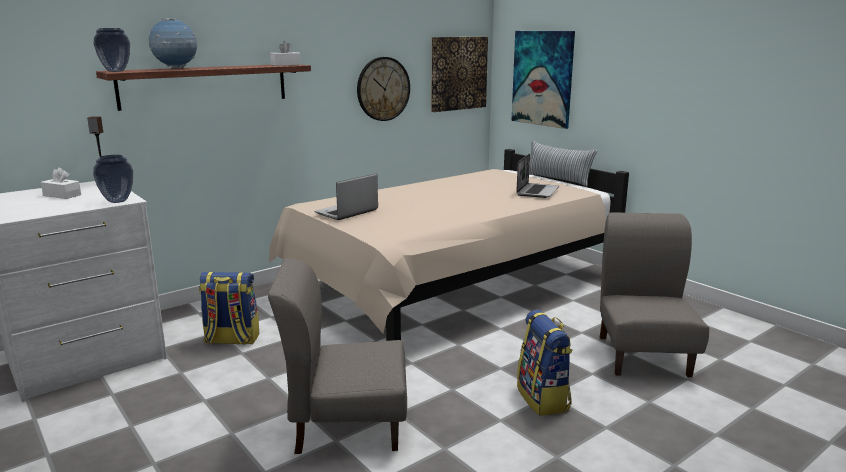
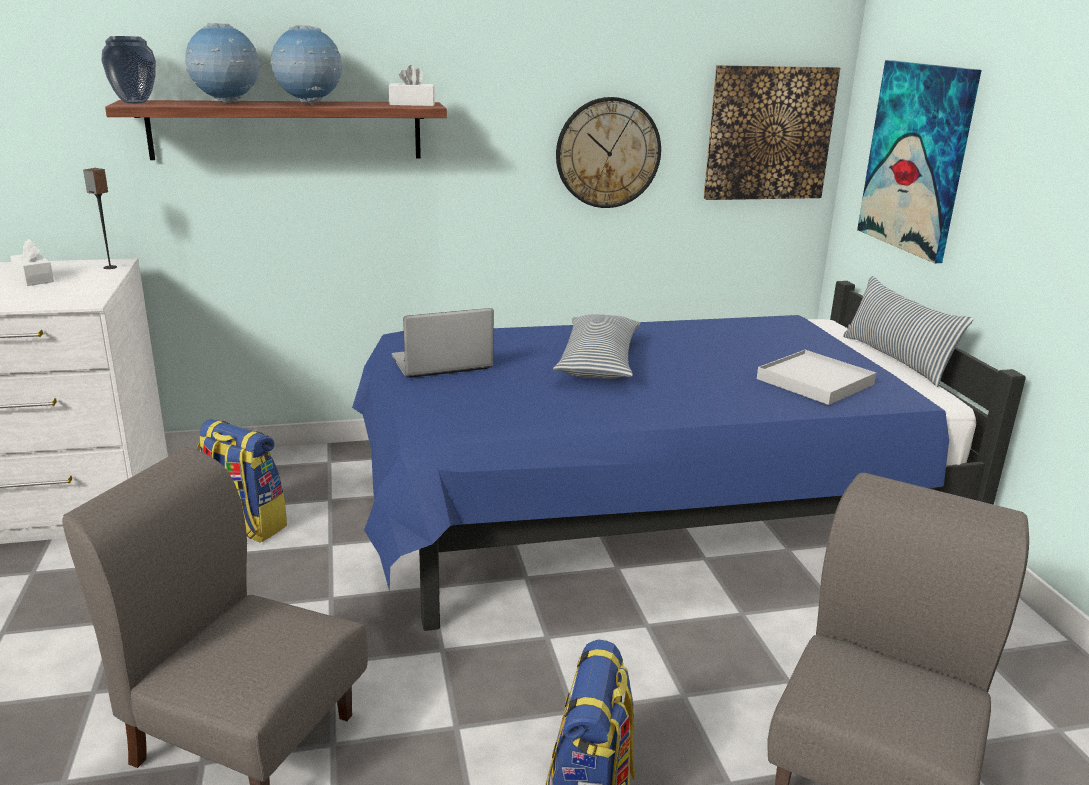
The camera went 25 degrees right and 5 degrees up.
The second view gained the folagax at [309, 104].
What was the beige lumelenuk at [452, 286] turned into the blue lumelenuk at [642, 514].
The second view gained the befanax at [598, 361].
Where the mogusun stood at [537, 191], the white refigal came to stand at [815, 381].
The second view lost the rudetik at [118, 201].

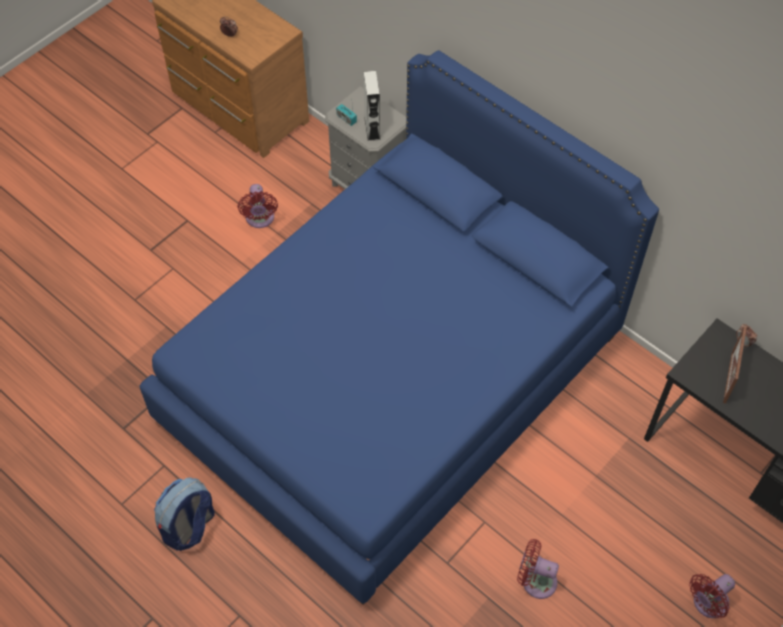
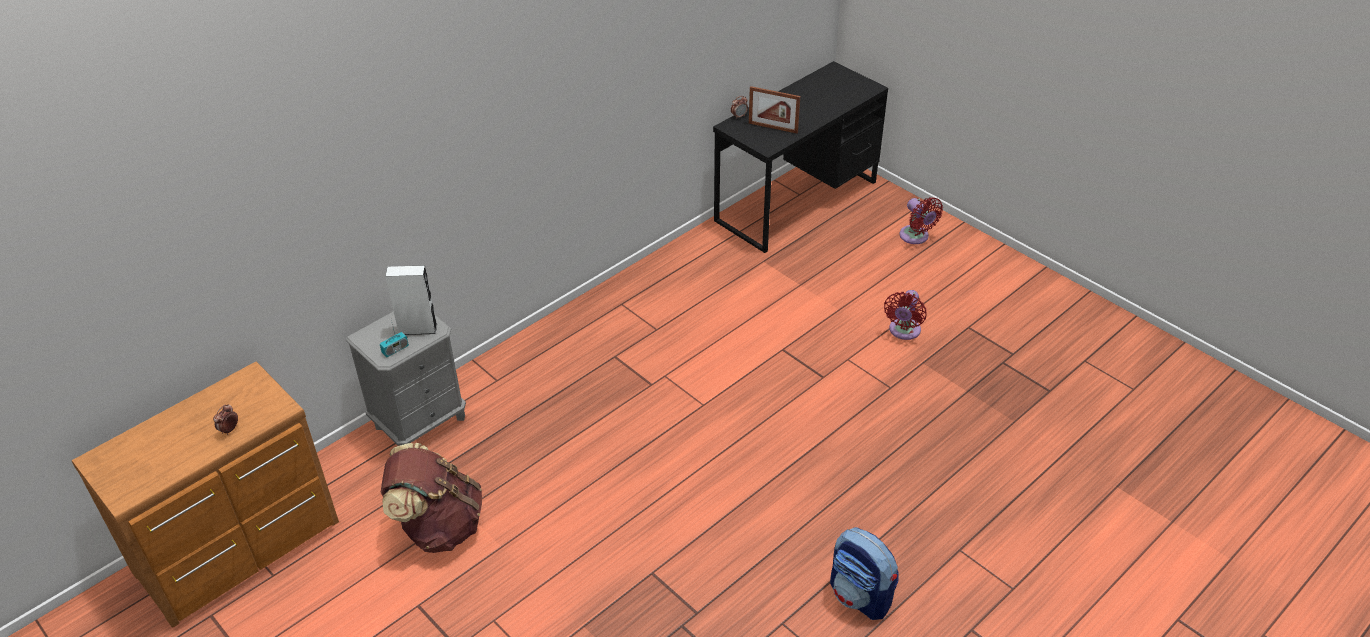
The camera went 85 degrees left and 15 degrees down.
Where the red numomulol stood at [260, 219], the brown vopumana came to stand at [439, 526].
The second view lost the blue lumelenuk at [391, 379].

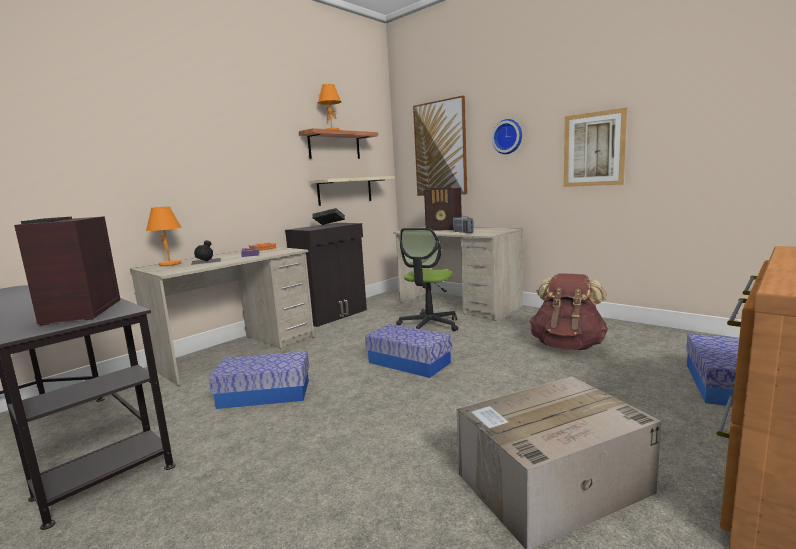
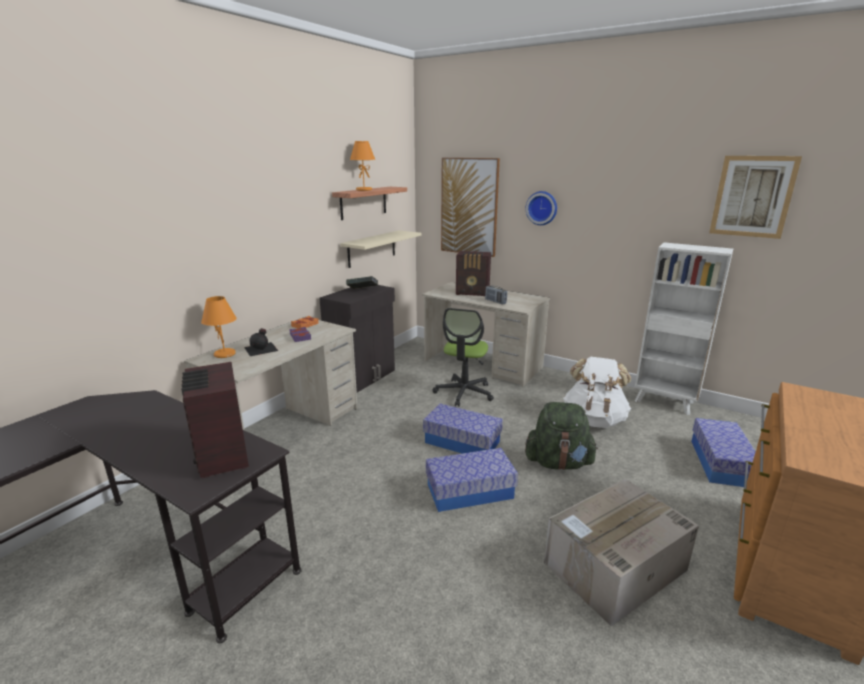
The camera went 10 degrees left and 10 degrees up.
The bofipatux ended up elsewhere, having gone from [265, 394] to [470, 491].
The second view gained the green vopumana at [558, 463].
What was the brown vopumana at [567, 346] turned into the white vopumana at [594, 420].
The second view gained the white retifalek at [665, 402].
The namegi ended up elsewhere, having gone from [594, 149] to [752, 196].

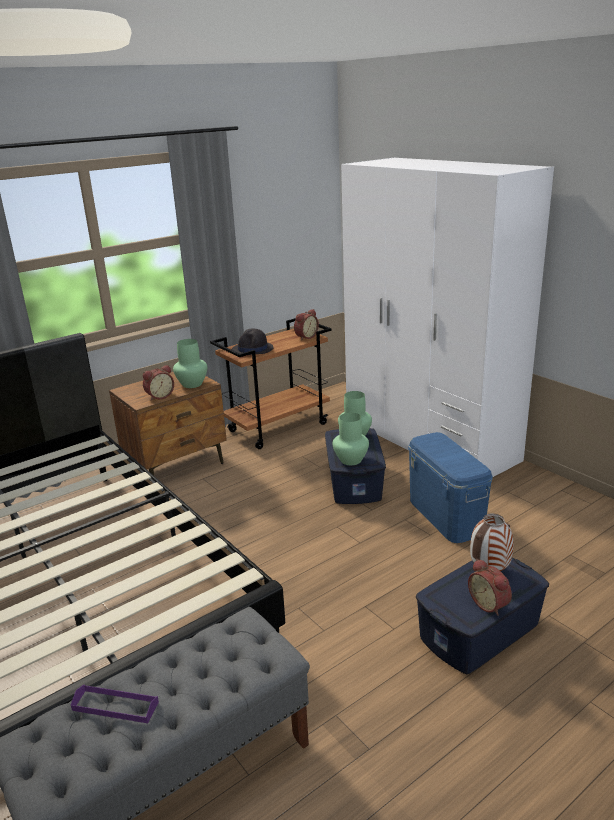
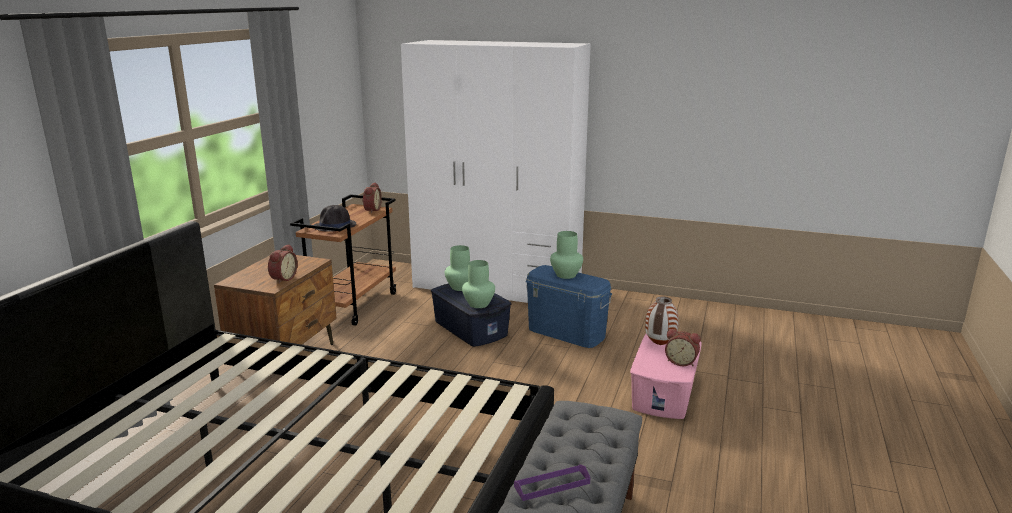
The camera went 35 degrees left and 5 degrees down.
The green rudetik ended up elsewhere, having gone from [192, 384] to [566, 275].
What was the blue bofipatux at [480, 631] turned into the pink bofipatux at [664, 393].

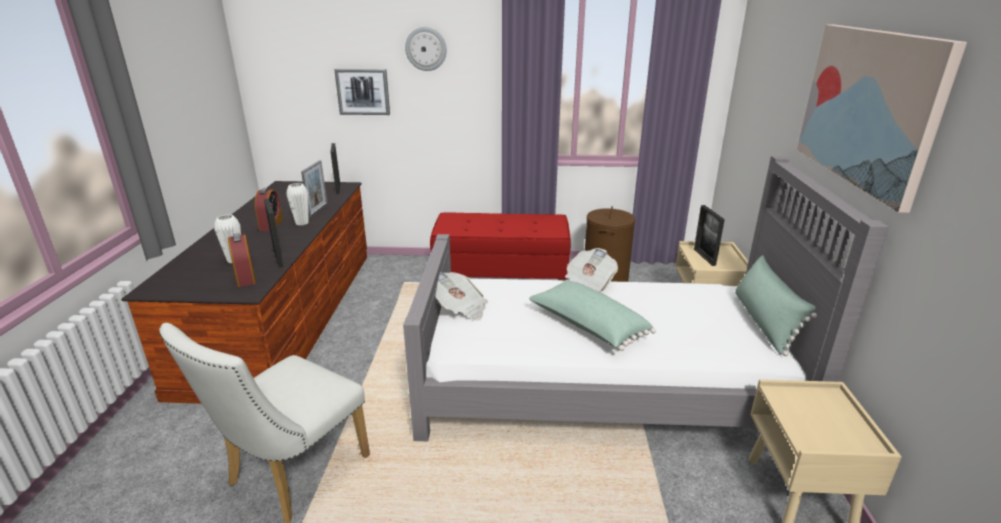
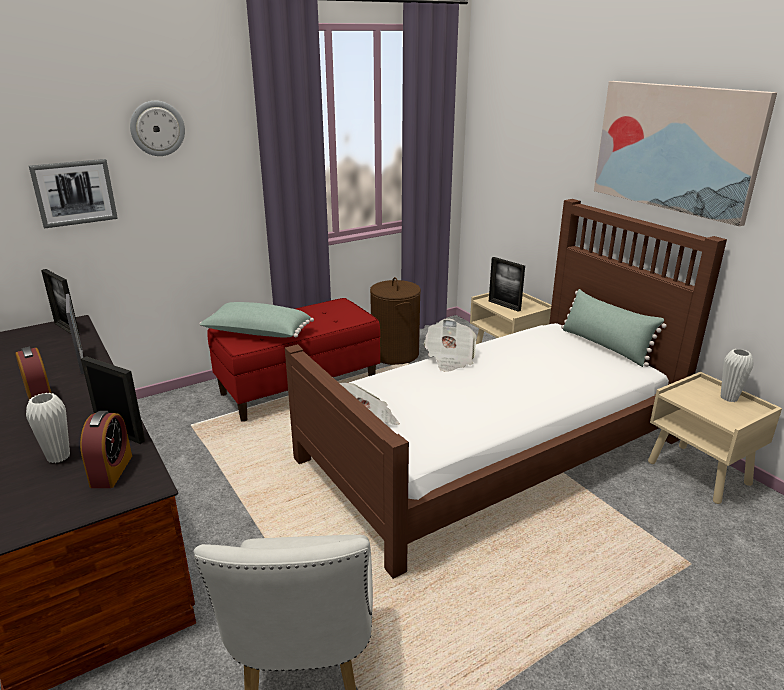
The camera went 35 degrees left and 0 degrees up.
The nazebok at [245, 277] ended up facing another way, 60 degrees clockwise from before.
The green befanax ended up elsewhere, having gone from [587, 327] to [257, 334].
What was the grey lumelenuk at [601, 382] turned into the brown lumelenuk at [492, 449].
The white rudetik ended up elsewhere, having gone from [302, 223] to [729, 398].

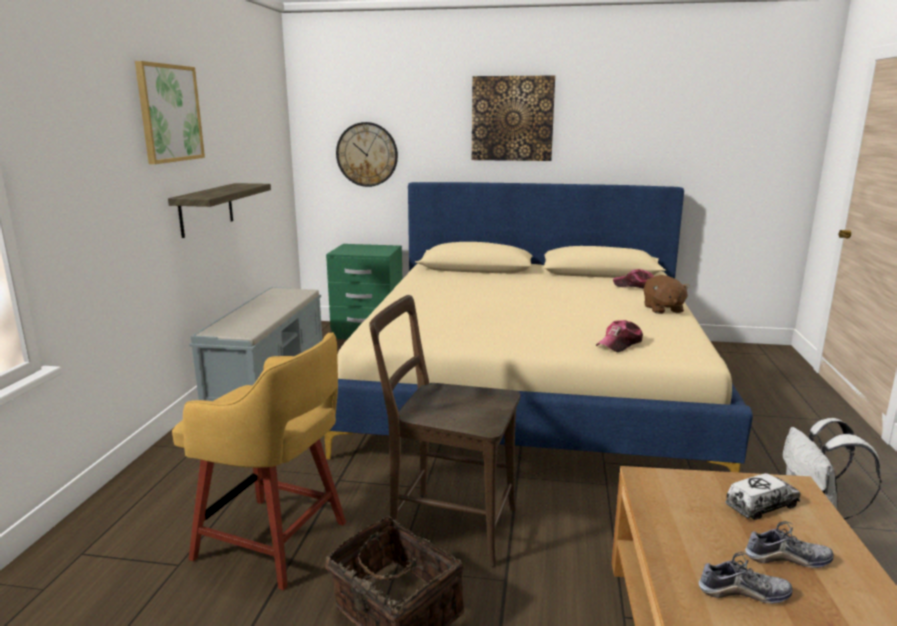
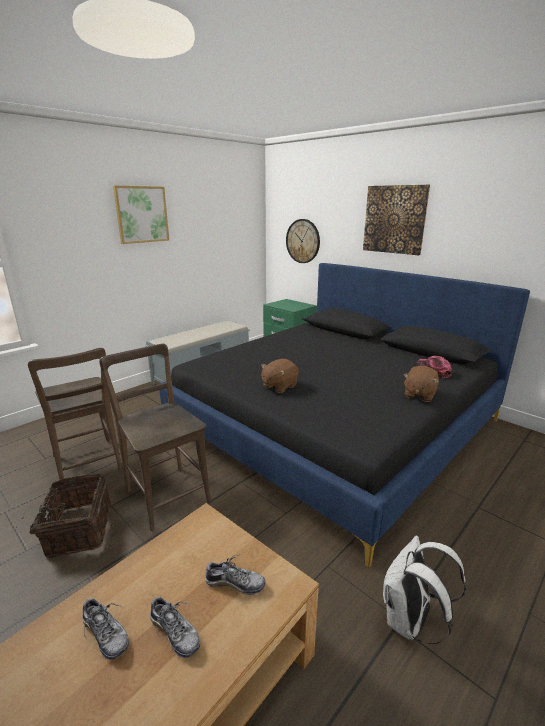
The camera went 35 degrees right and 5 degrees up.
Where the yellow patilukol stood at [274, 542], the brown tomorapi came to stand at [88, 464].
What was the beige lumelenuk at [530, 387] turned into the black lumelenuk at [334, 424].
Where the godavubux stood at [761, 506], the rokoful came to stand at [235, 583].
The second view gained the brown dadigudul at [279, 386].
The second view lost the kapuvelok at [206, 209].
The second view lost the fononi at [619, 344].

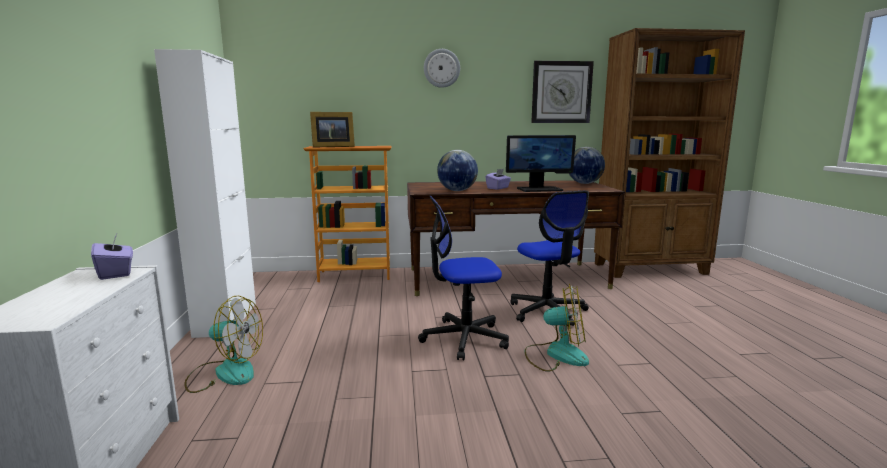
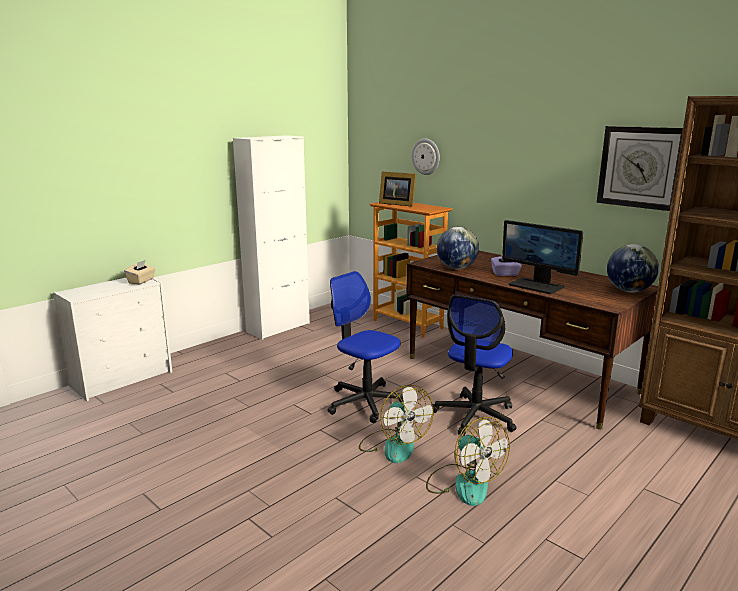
The camera went 50 degrees right and 5 degrees up.
What was the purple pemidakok at [116, 273] turned into the beige pemidakok at [141, 281].
The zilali ended up elsewhere, having gone from [441, 68] to [426, 156].
The numomulol ended up elsewhere, having gone from [225, 373] to [463, 483].

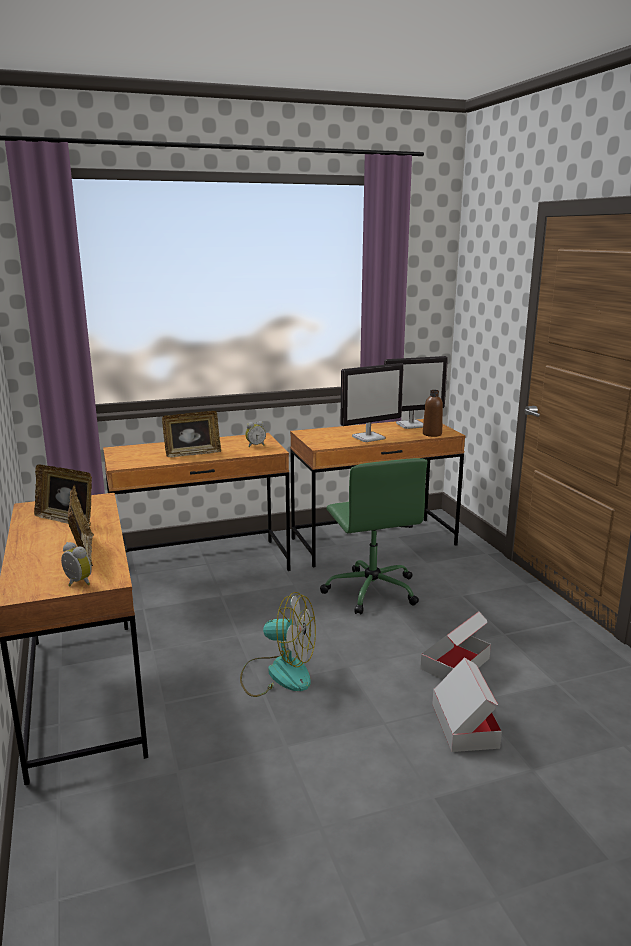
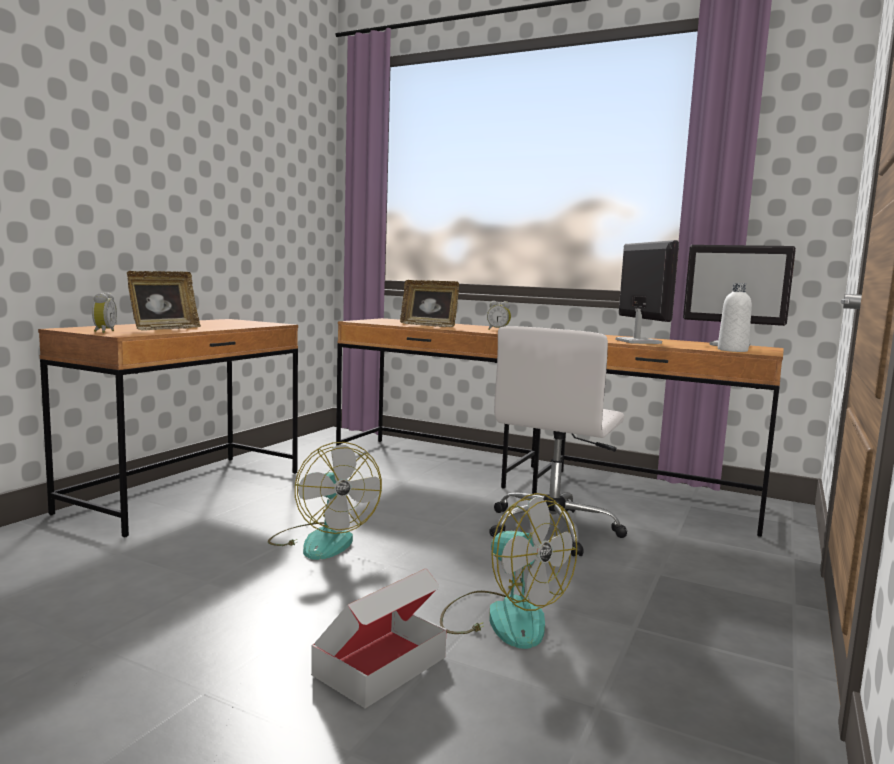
The camera went 45 degrees right and 10 degrees down.
Where the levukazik stood at [455, 663], the numomulol came to stand at [503, 617].
What was the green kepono at [371, 590] turned into the white kepono at [553, 529].
The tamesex at [369, 437] ended up facing another way, 120 degrees counterclockwise from before.
What was the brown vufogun at [432, 434] turned into the white vufogun at [732, 350].
The second view lost the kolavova at [67, 520].

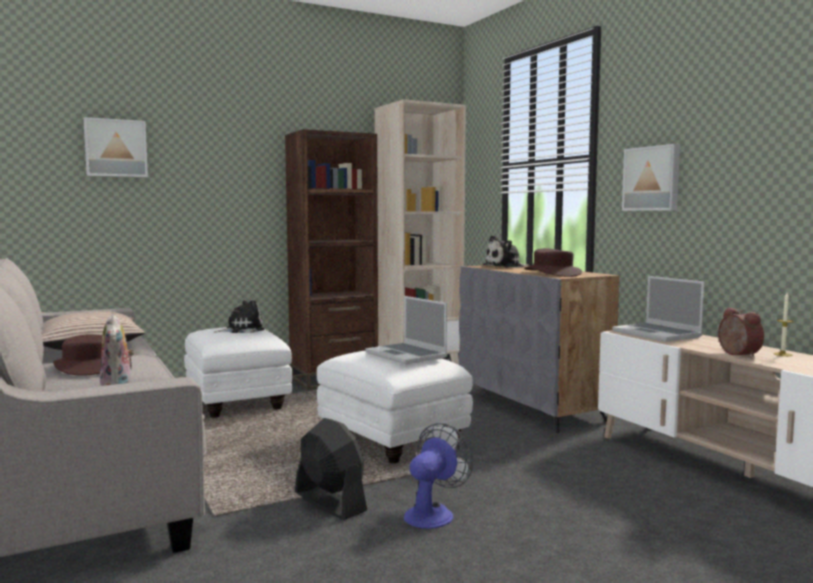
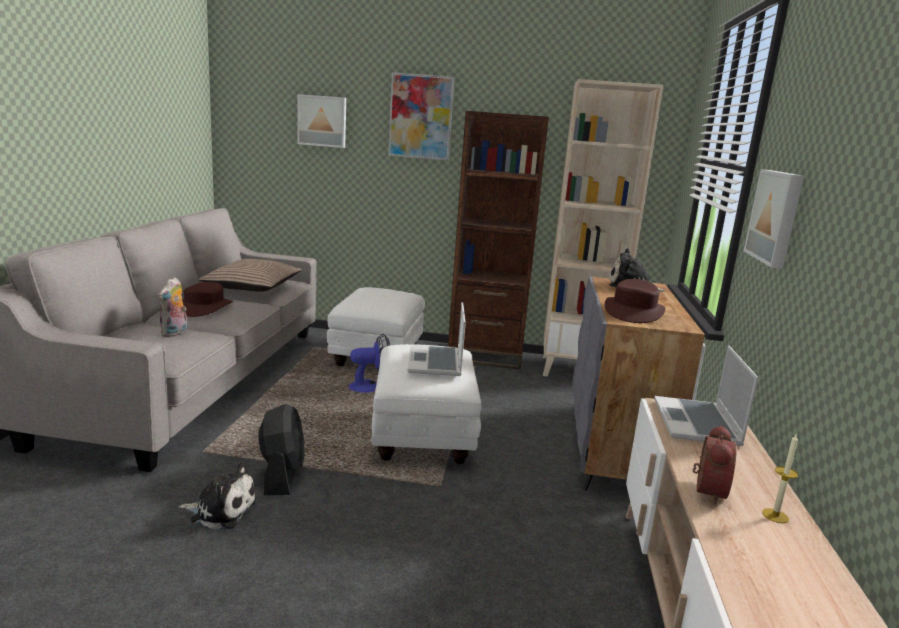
The camera went 35 degrees right and 10 degrees up.
The dadigudul ended up elsewhere, having gone from [242, 330] to [221, 510].
The numomulol ended up elsewhere, having gone from [433, 513] to [370, 387].
The second view gained the namegi at [420, 117].

